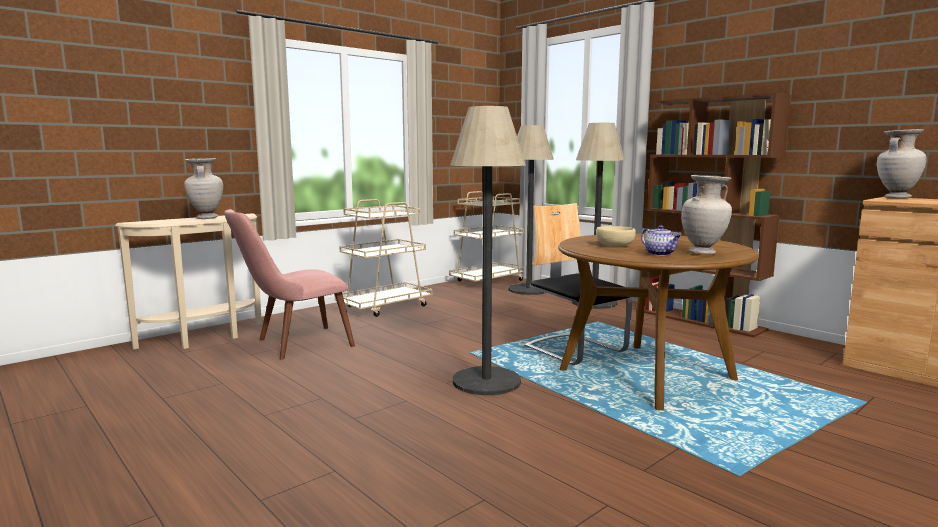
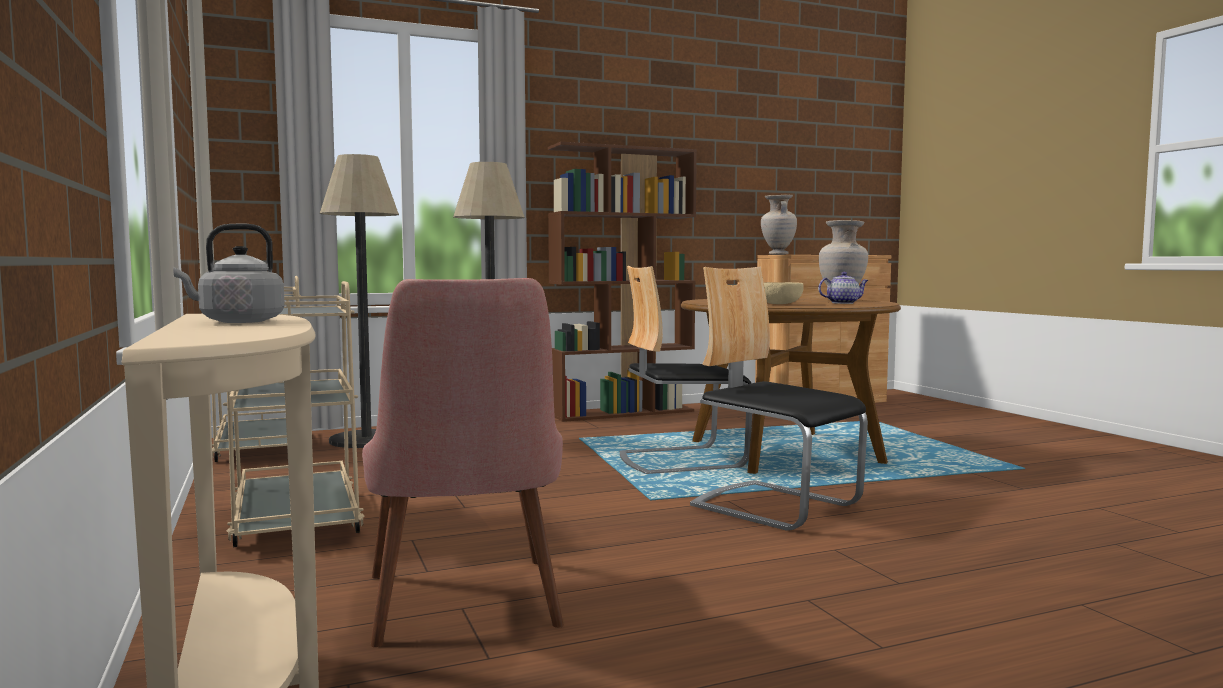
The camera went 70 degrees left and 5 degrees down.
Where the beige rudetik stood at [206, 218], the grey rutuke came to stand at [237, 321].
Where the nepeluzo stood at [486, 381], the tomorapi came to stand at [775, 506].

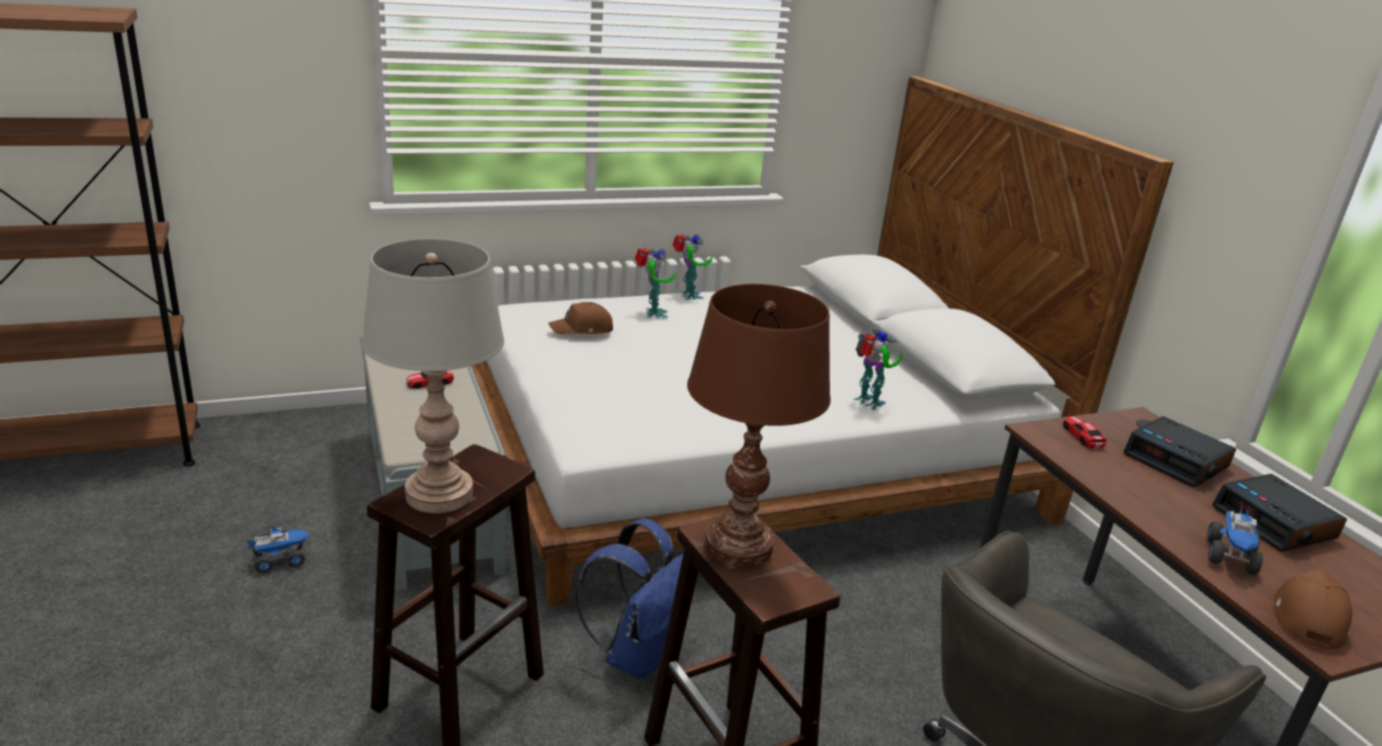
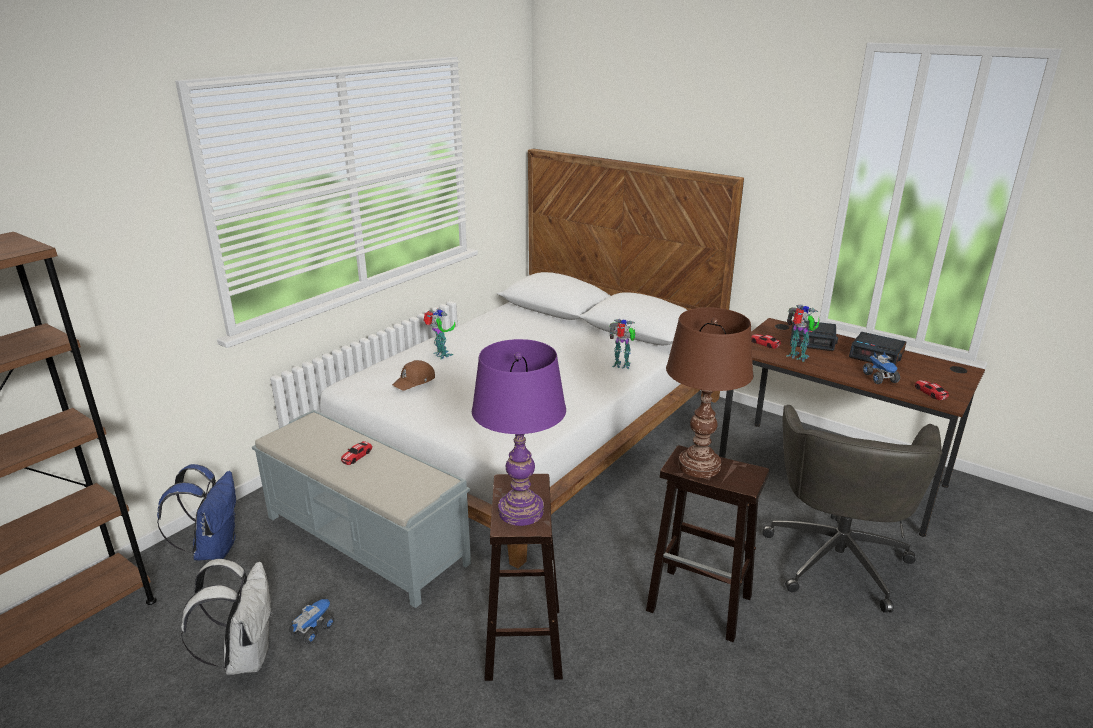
The camera went 30 degrees left and 0 degrees up.
The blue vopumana ended up elsewhere, having gone from [639, 654] to [214, 549].
The second view gained the white vopumana at [246, 656].
What was the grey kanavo at [439, 494] turned into the purple kanavo at [520, 511].
The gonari ended up elsewhere, having gone from [688, 296] to [798, 357].
Where the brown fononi stood at [1306, 616], the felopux came to stand at [930, 392].

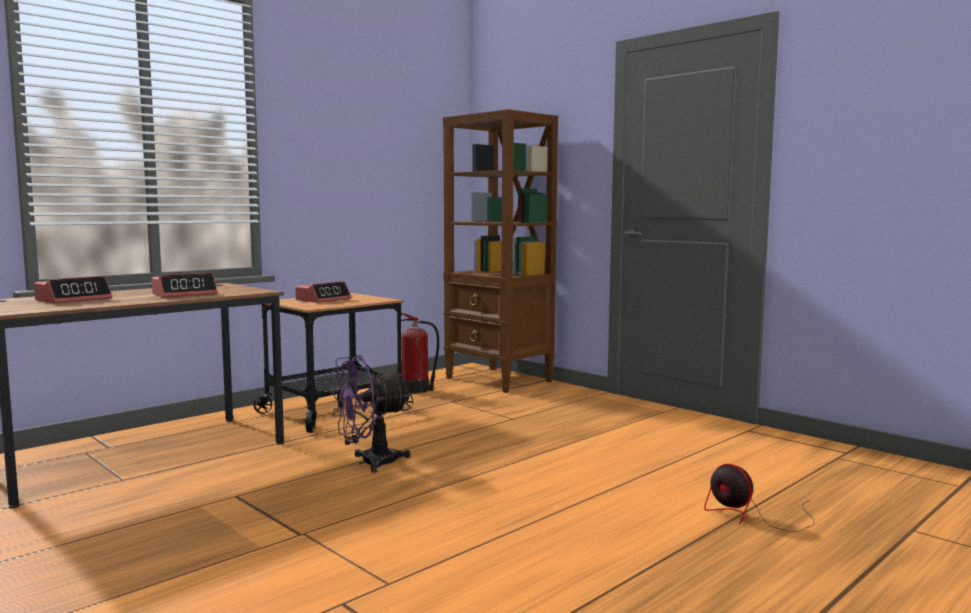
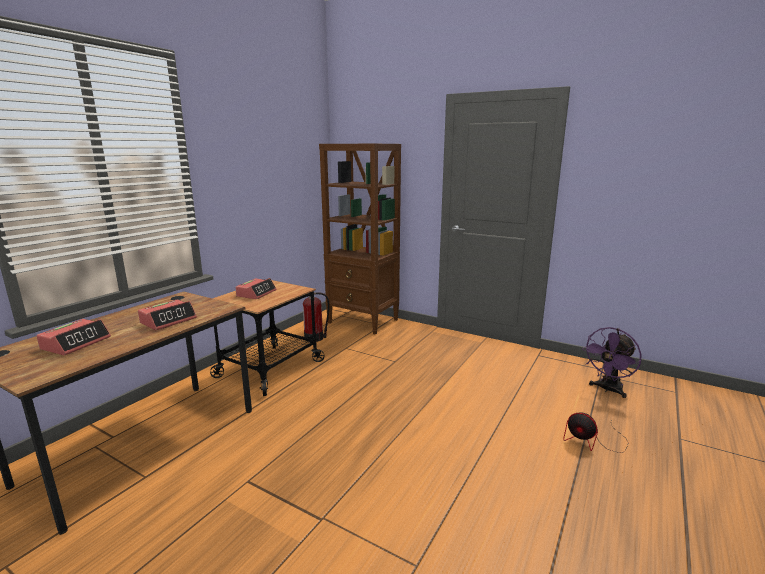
The camera went 15 degrees left and 10 degrees up.
The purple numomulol ended up elsewhere, having gone from [369, 463] to [608, 389].

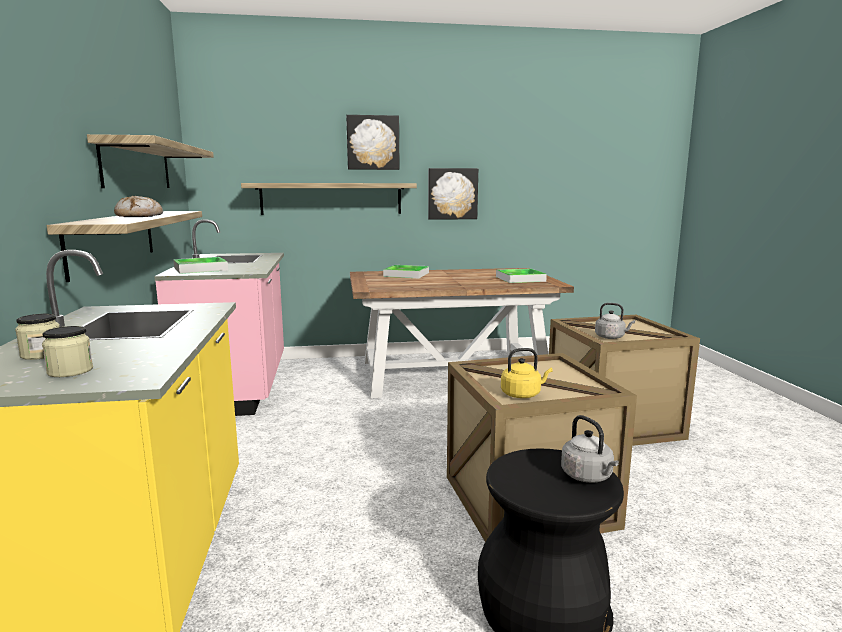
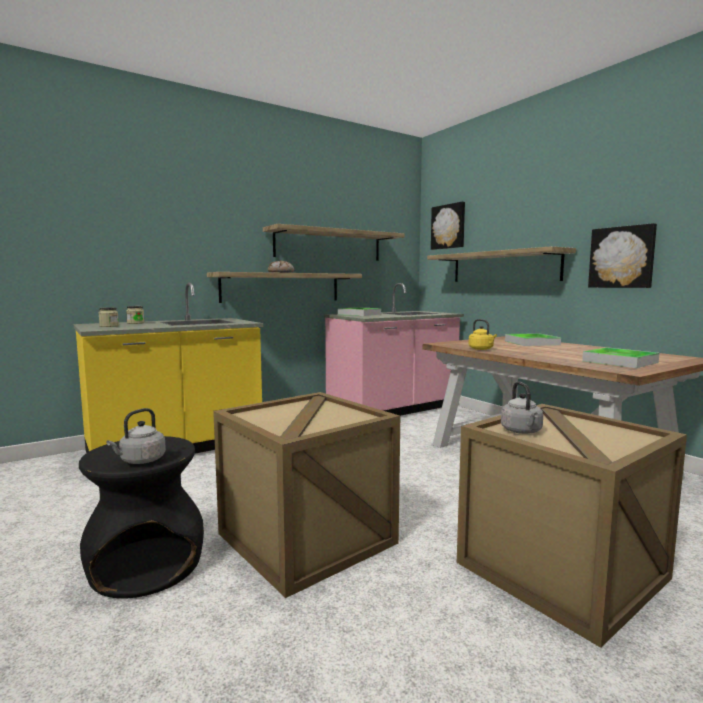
The camera went 65 degrees right and 5 degrees down.
The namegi ended up elsewhere, having gone from [373, 143] to [448, 226].
The yellow rutuke ended up elsewhere, having gone from [522, 394] to [482, 349].

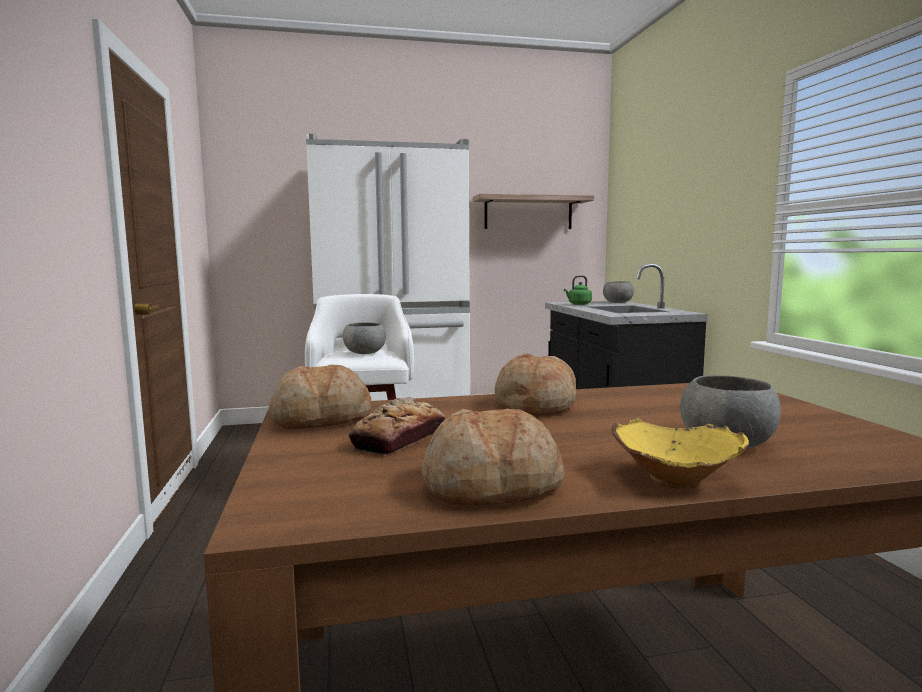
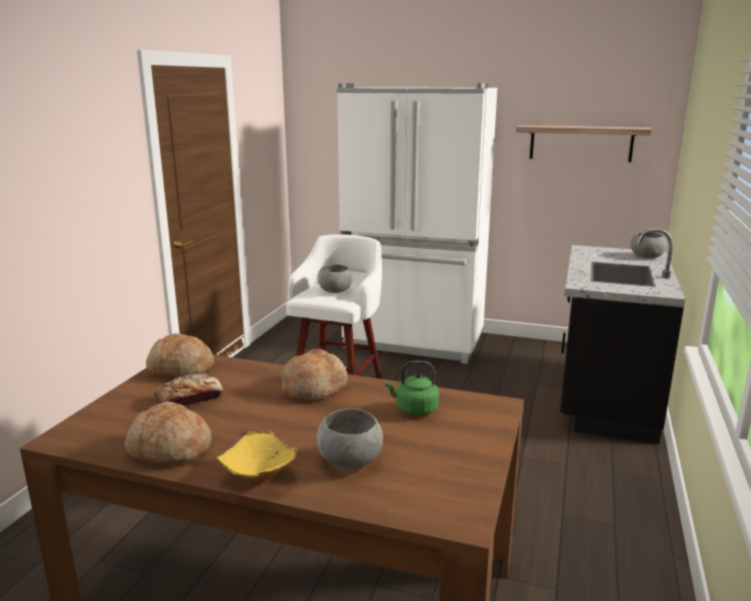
The camera went 30 degrees right and 10 degrees up.
The green rutuke ended up elsewhere, having gone from [578, 304] to [414, 409].

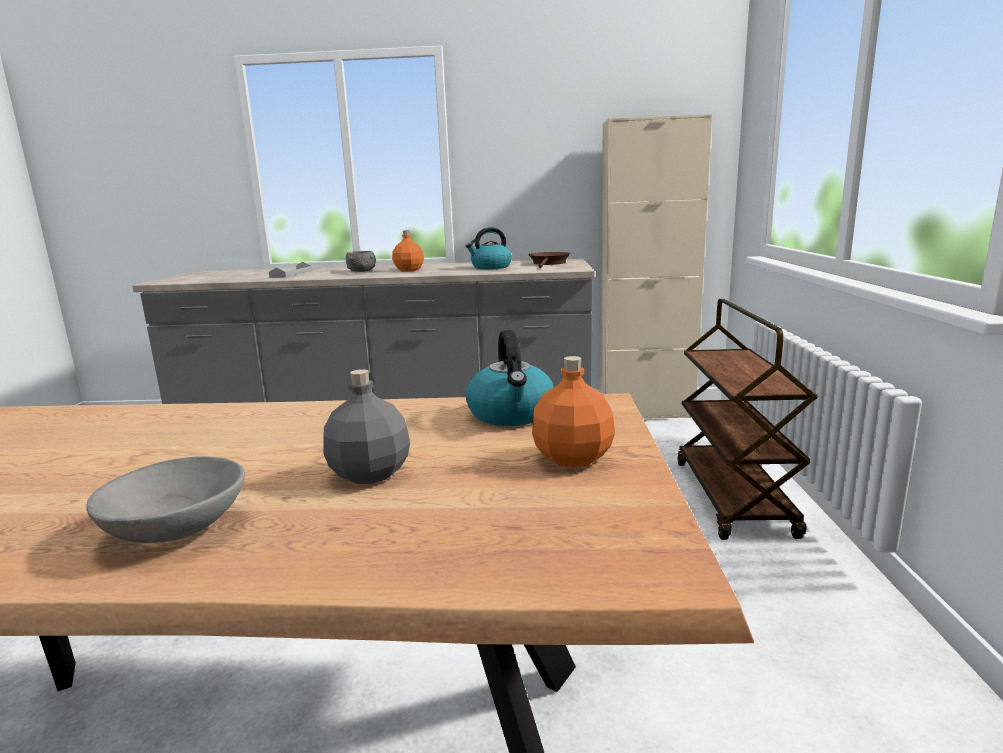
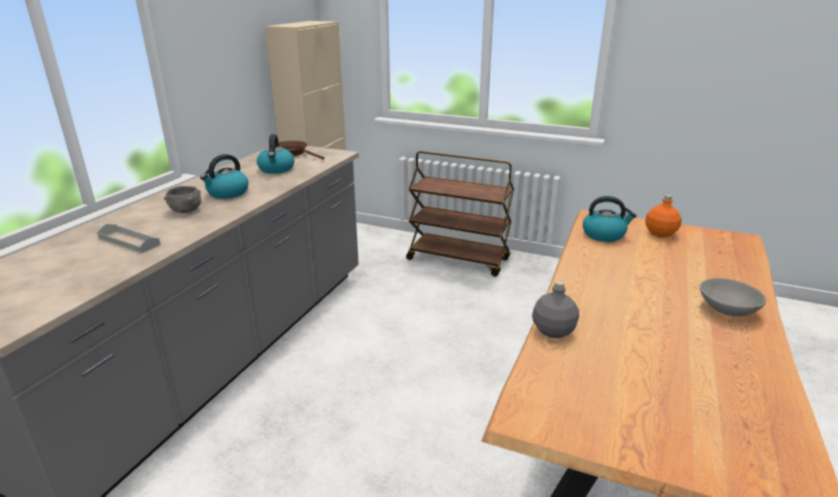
The camera went 70 degrees left and 10 degrees up.
Where the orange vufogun stood at [409, 270], the rutuke came to stand at [227, 193].
The grey vufogun ended up elsewhere, having gone from [370, 473] to [552, 330].

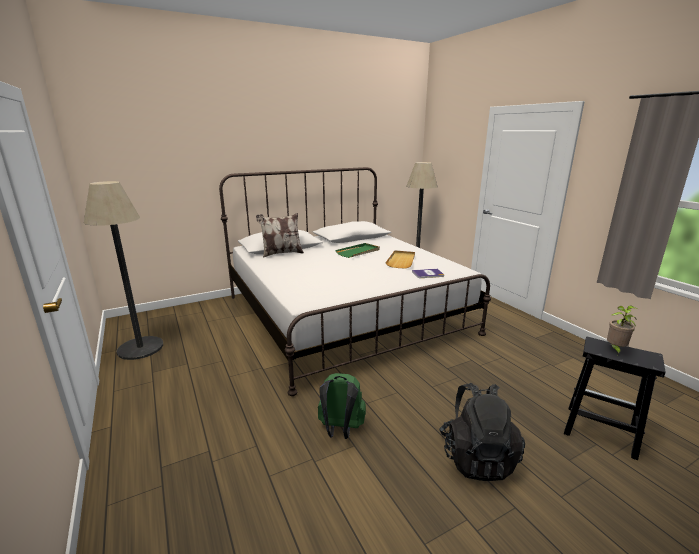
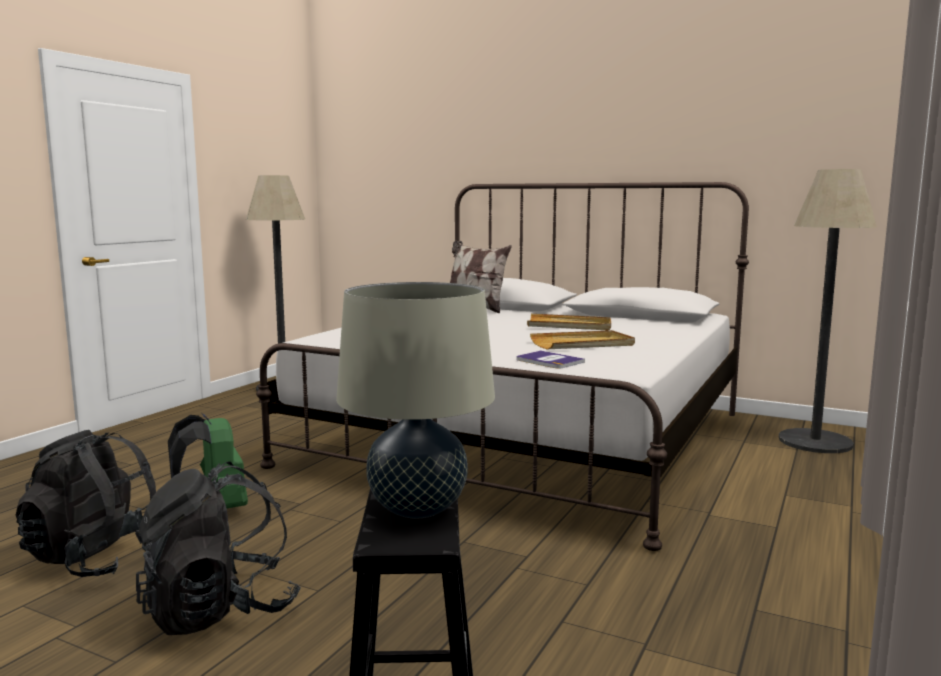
The camera went 55 degrees right and 10 degrees down.
The second view gained the black vopumana at [97, 559].
Where the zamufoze stood at [615, 349], the beige kanavo came to stand at [417, 508].
What was the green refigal at [358, 252] turned into the beige refigal at [569, 326].

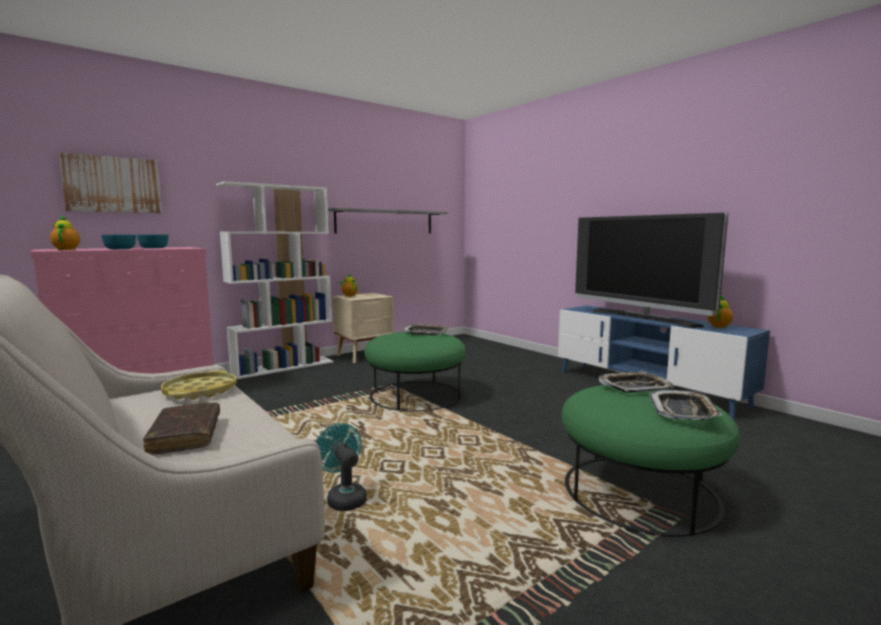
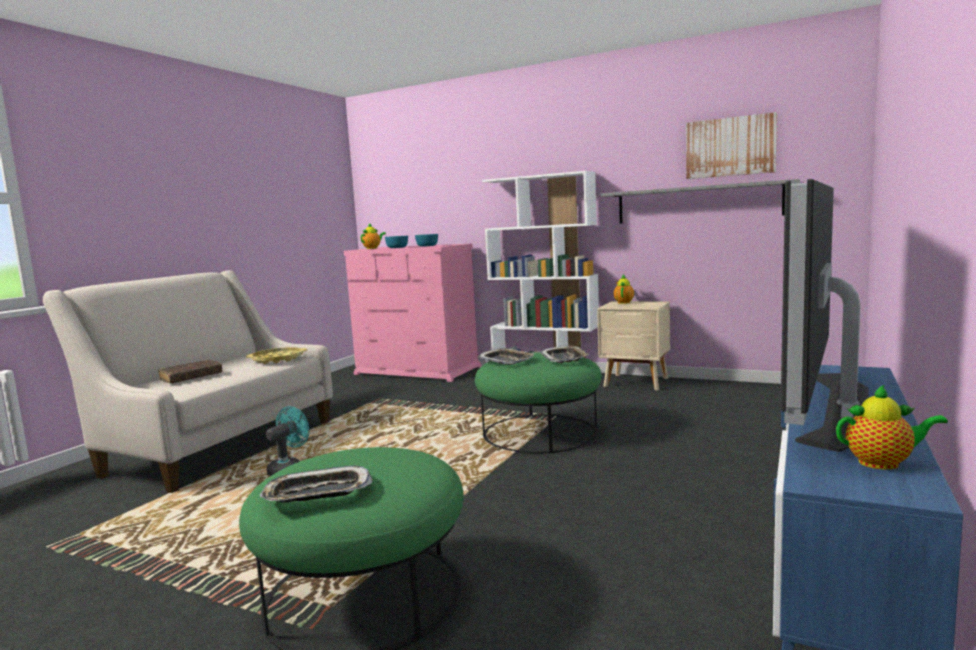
The camera went 65 degrees right and 0 degrees up.
The refigal ended up elsewhere, having gone from [634, 387] to [506, 360].
The namegi ended up elsewhere, having gone from [113, 184] to [730, 147].

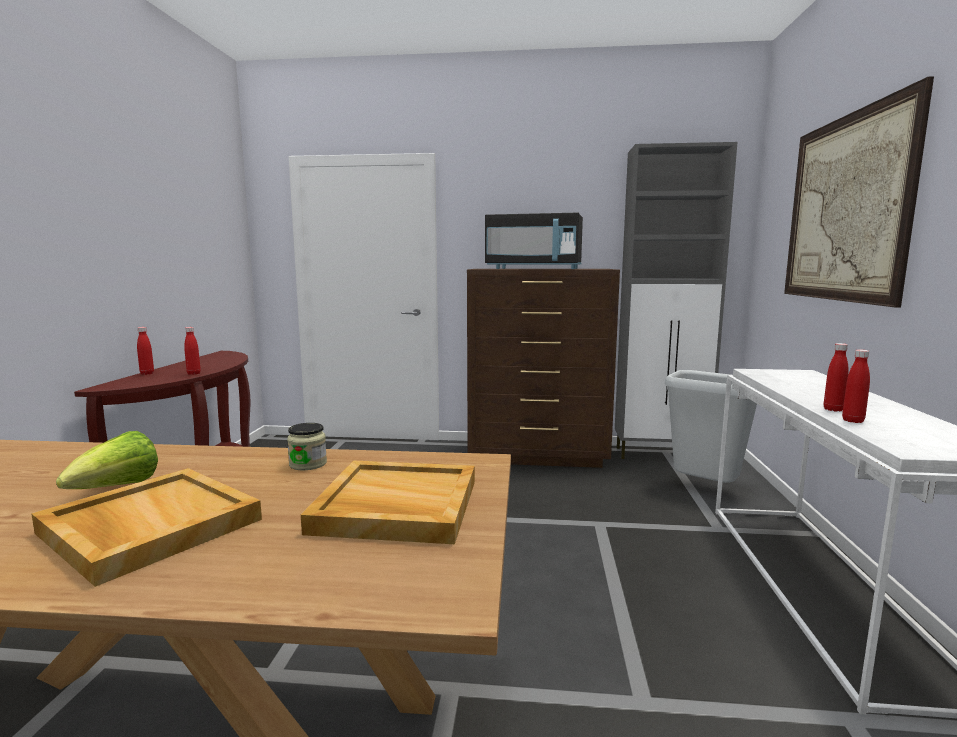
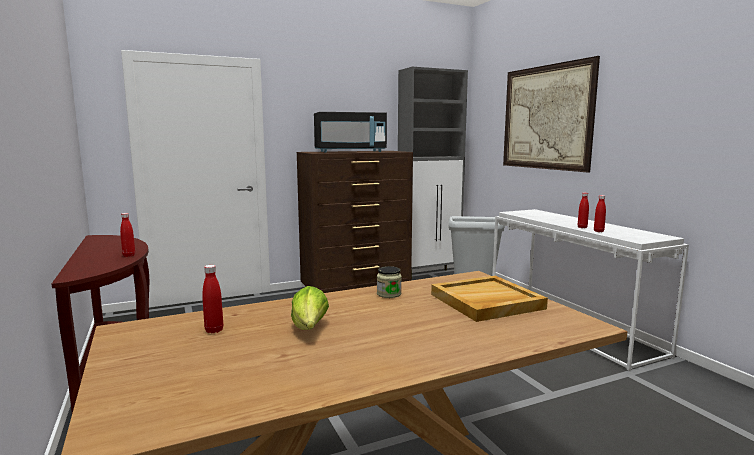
The camera went 30 degrees left and 0 degrees up.
The red vufogun ended up elsewhere, having gone from [147, 373] to [214, 330].
The second view lost the beige refigal at [148, 526].

